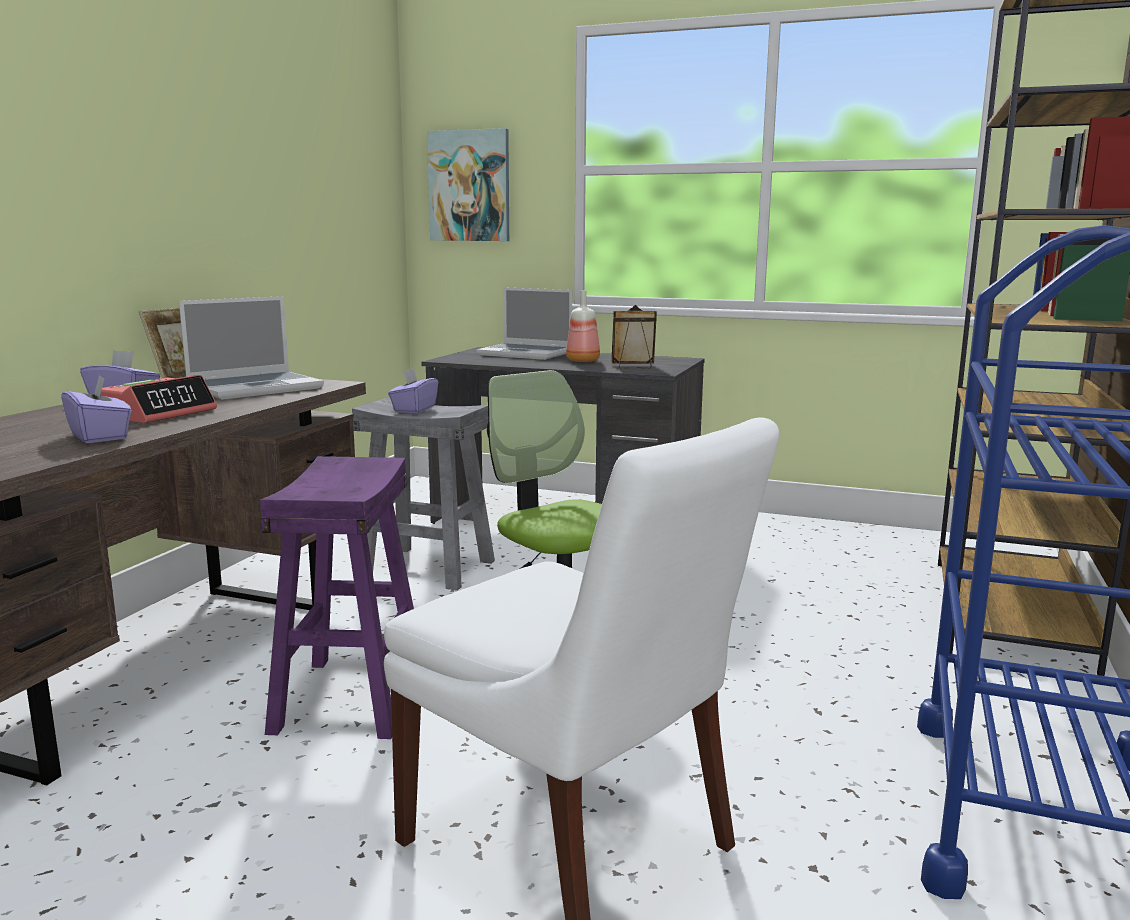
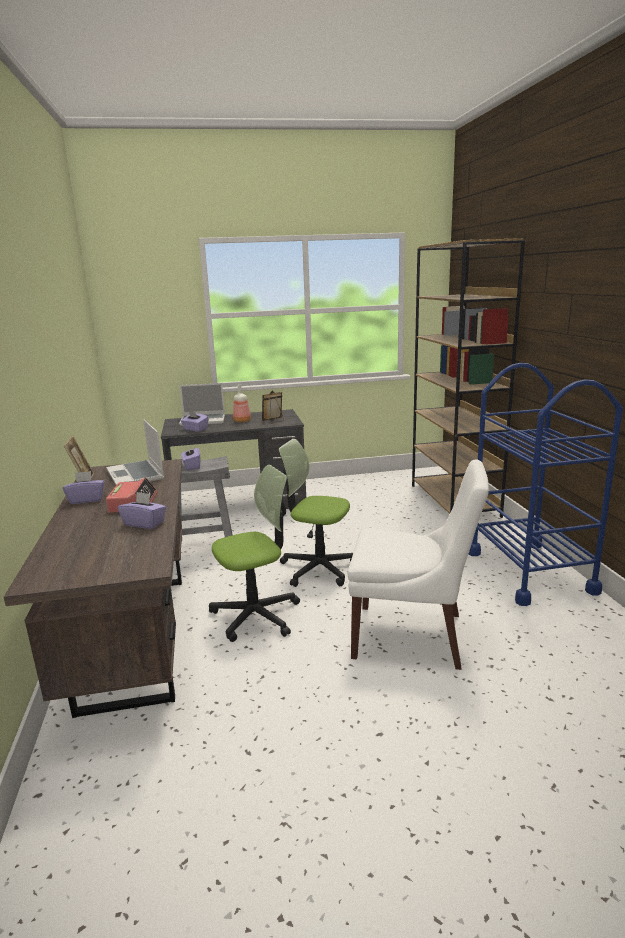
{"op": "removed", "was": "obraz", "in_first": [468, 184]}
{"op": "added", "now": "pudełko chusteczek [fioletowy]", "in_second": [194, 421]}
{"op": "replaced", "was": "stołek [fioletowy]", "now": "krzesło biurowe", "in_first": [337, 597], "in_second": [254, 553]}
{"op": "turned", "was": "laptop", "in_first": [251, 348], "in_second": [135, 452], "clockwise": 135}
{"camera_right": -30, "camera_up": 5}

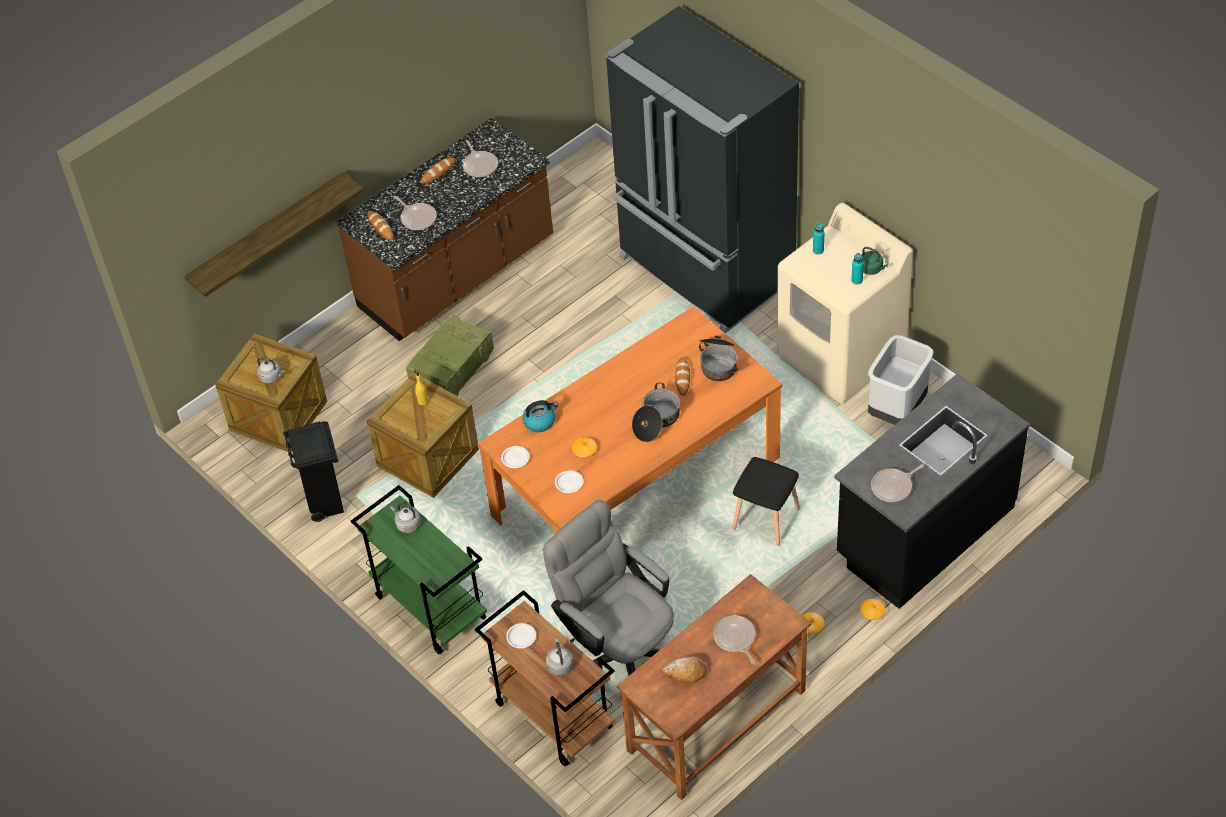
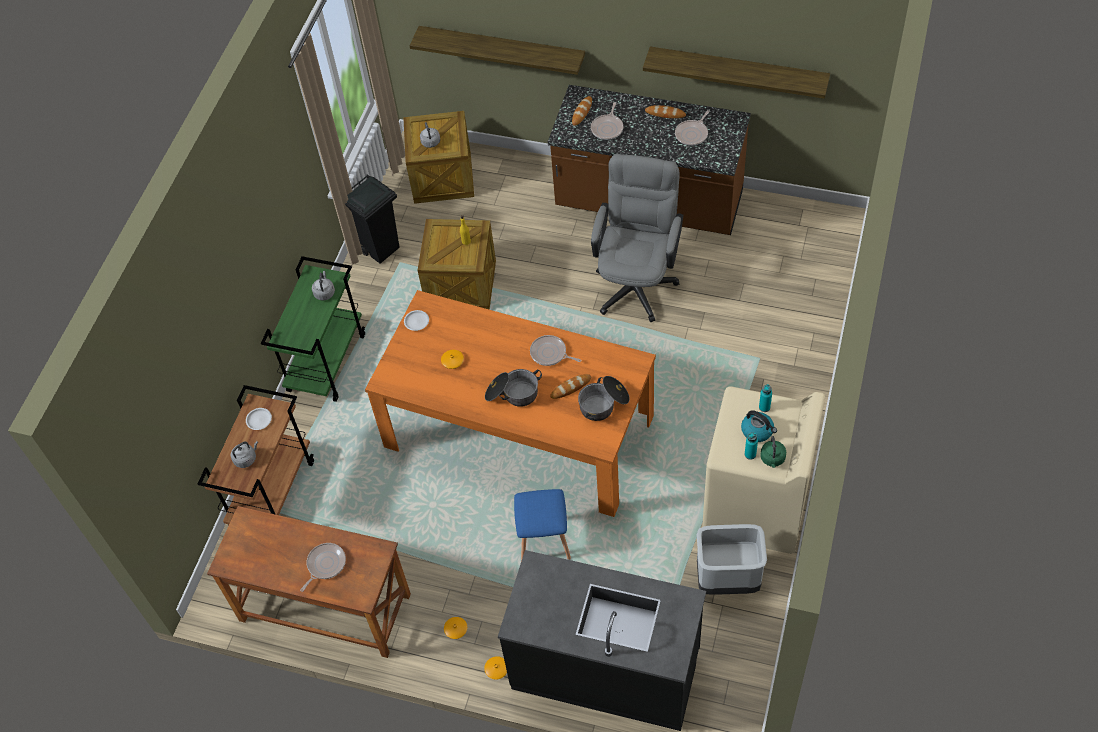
{"op": "removed", "was": "skrzynka", "in_first": [450, 355]}
{"op": "removed", "was": "talerz [biały]", "in_first": [569, 481]}
{"op": "removed", "was": "lodówka [czarny]", "in_first": [702, 169]}
{"op": "removed", "was": "chleb", "in_first": [684, 670]}
{"op": "added", "now": "półka", "in_second": [736, 73]}
{"op": "moved", "was": "czajnik", "in_first": [540, 416], "in_second": [759, 426]}
{"op": "moved", "was": "krzesło biurowe [szary]", "in_first": [608, 588], "in_second": [637, 238]}
{"op": "moved", "was": "patelnia", "in_first": [898, 483], "in_second": [555, 350]}
{"op": "recoloured", "was": "stołek [czarny]", "now": "stołek [niebieski]", "in_first": [766, 501], "in_second": [542, 525]}
{"camera_right": 60, "camera_up": 5}

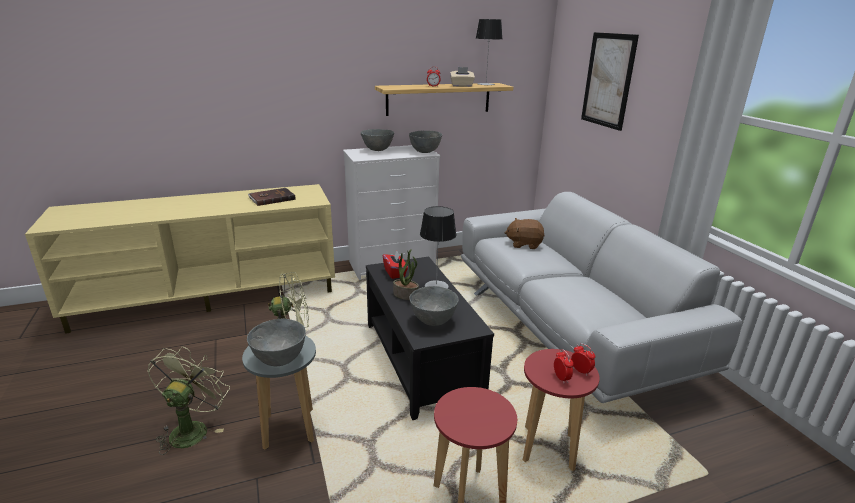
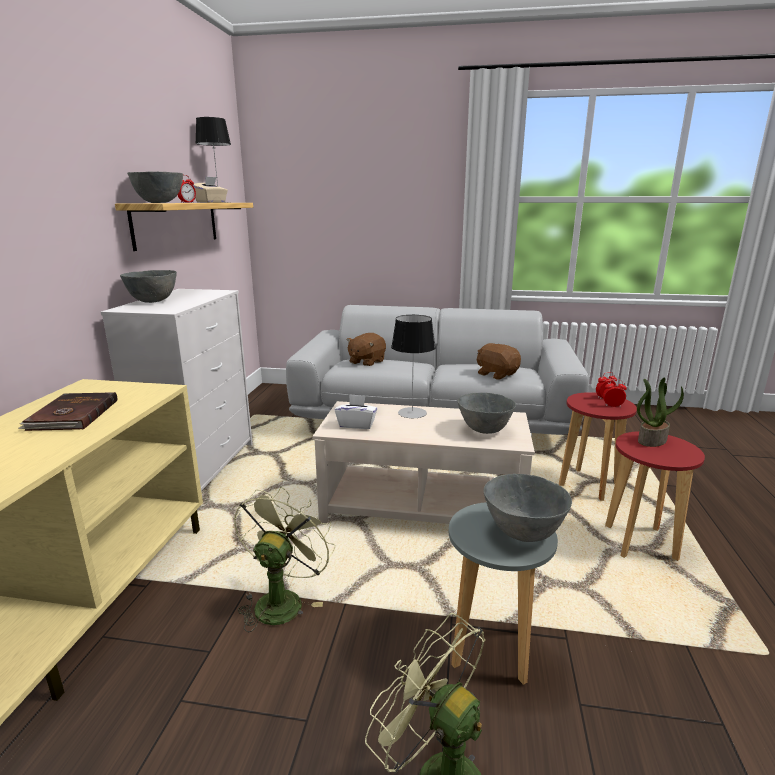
{"op": "removed", "was": "obraz", "in_first": [610, 81]}
{"op": "added", "now": "pluszak [brązowy]", "in_second": [499, 361]}
{"op": "moved", "was": "roślina doniczkowa", "in_first": [406, 274], "in_second": [660, 412]}
{"op": "moved", "was": "miska [szary]", "in_first": [425, 142], "in_second": [155, 187]}
{"op": "recoloured", "was": "ława [czarny]", "now": "ława [beżowy]", "in_first": [430, 338], "in_second": [423, 462]}
{"op": "recoloured", "was": "pudełko chusteczek [czerwony]", "now": "pudełko chusteczek [biały]", "in_first": [395, 264], "in_second": [356, 412]}
{"camera_right": -60, "camera_up": -5}

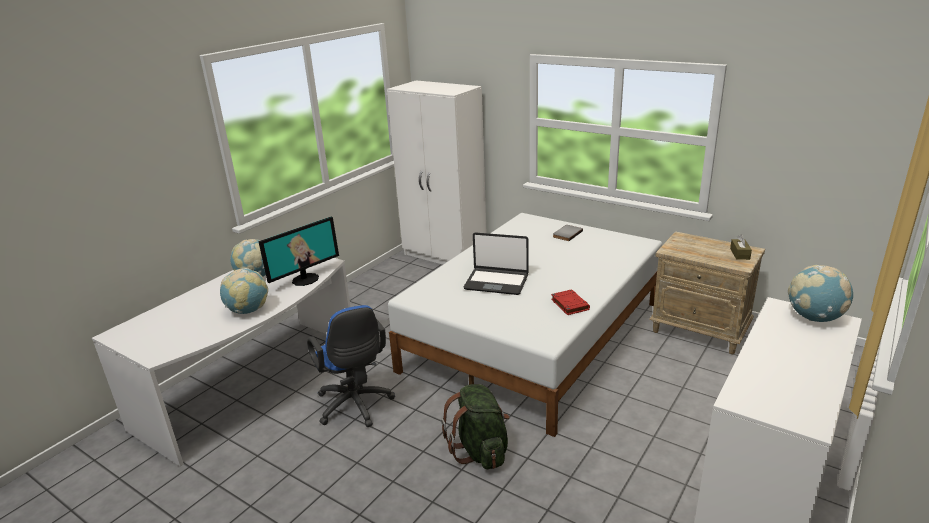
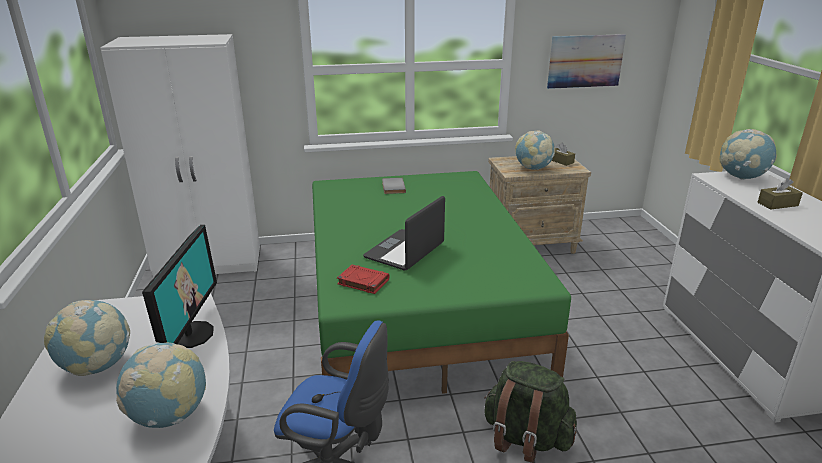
{"op": "added", "now": "globus", "in_second": [535, 150]}
{"op": "added", "now": "obraz", "in_second": [586, 61]}
{"op": "added", "now": "pudełko chusteczek [brązowy]", "in_second": [780, 193]}
{"op": "moved", "was": "książka [czerwony]", "in_first": [570, 302], "in_second": [363, 279]}
{"op": "recoloured", "was": "łóżko [biały]", "now": "łóżko [zielony]", "in_first": [525, 325], "in_second": [441, 282]}
{"op": "turned", "was": "laptop", "in_first": [496, 264], "in_second": [404, 233], "clockwise": 150}
{"camera_right": -45, "camera_up": 0}

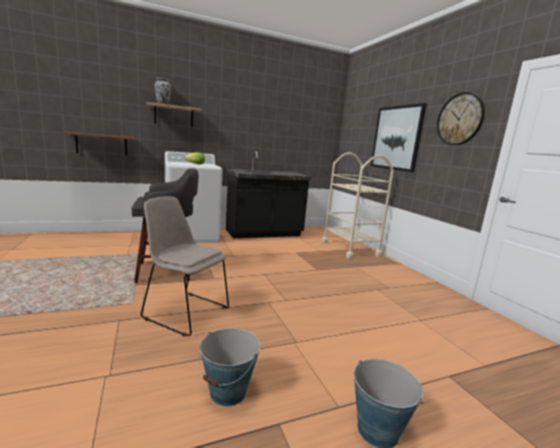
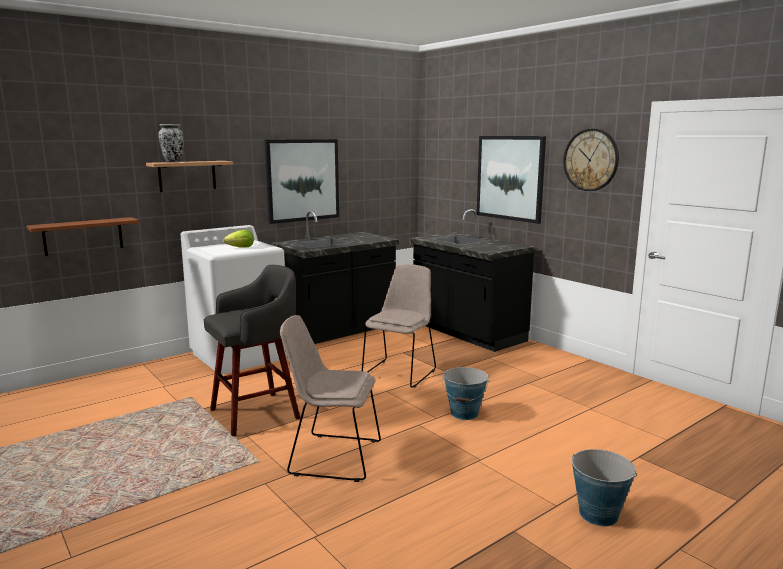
{"op": "added", "now": "obraz", "in_second": [302, 181]}
{"op": "added", "now": "krzesło [beżowy]", "in_second": [399, 326]}
{"op": "moved", "was": "wiadro", "in_first": [229, 367], "in_second": [465, 393]}
{"op": "replaced", "was": "wózek [beżowy]", "now": "zabudowa kuchenna [czarny]", "in_first": [358, 205], "in_second": [472, 280]}
{"camera_right": -15, "camera_up": 0}

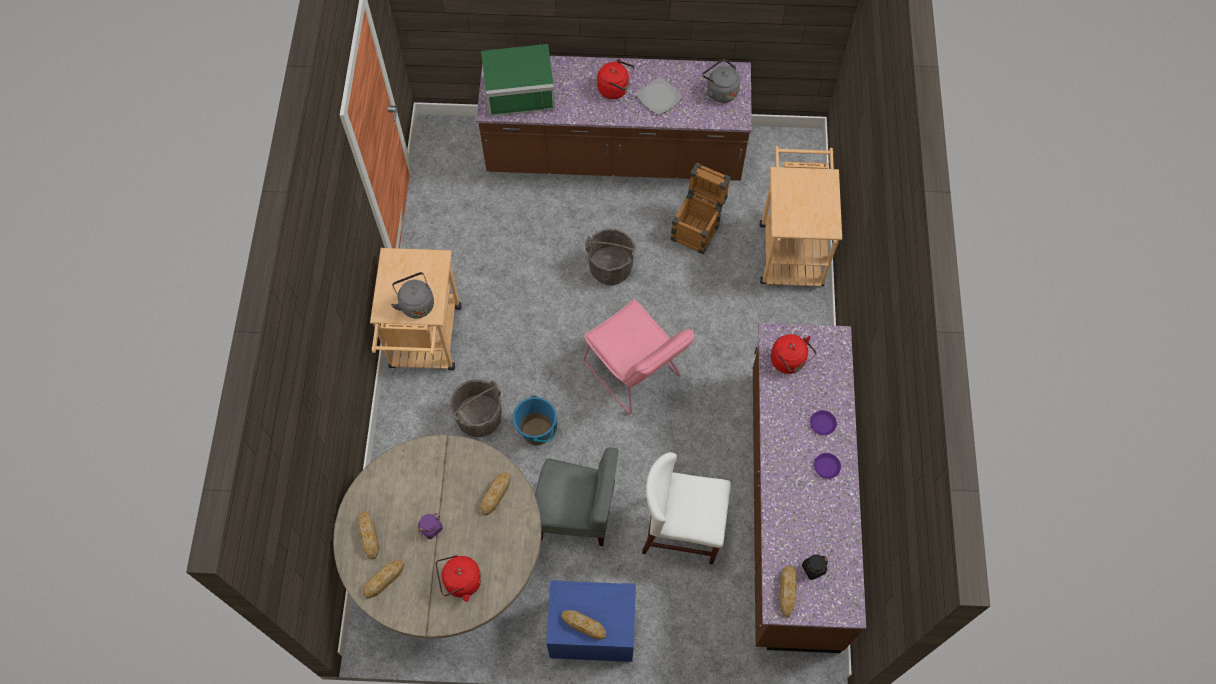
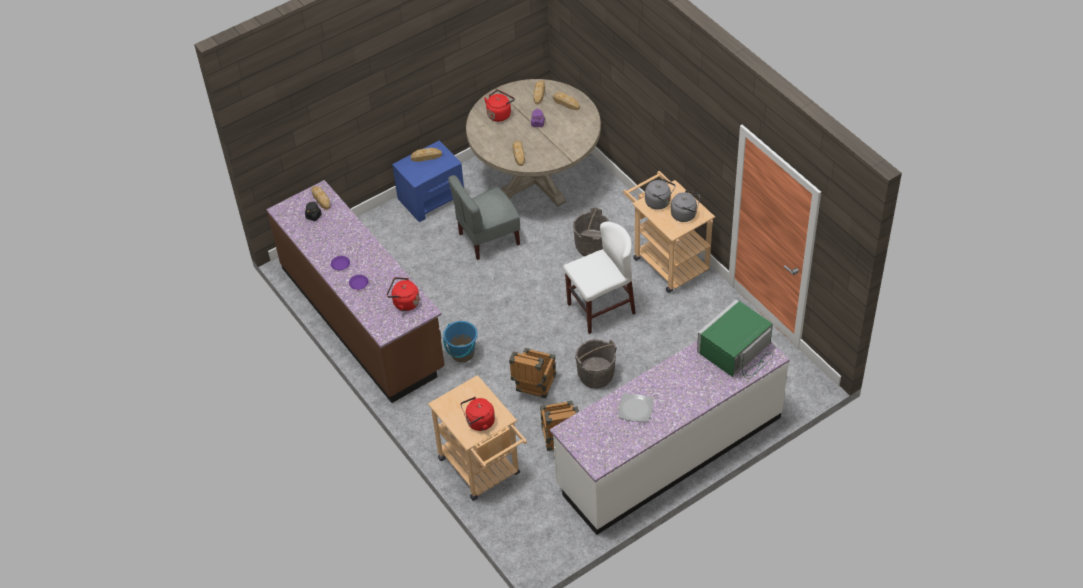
{"op": "removed", "was": "krzesło [różowy]", "in_first": [638, 357]}
{"op": "added", "now": "skrzynka", "in_second": [532, 373]}
{"op": "moved", "was": "wiadro [niebieski]", "in_first": [535, 420], "in_second": [460, 341]}
{"op": "moved", "was": "czajnik [czerwony]", "in_first": [615, 79], "in_second": [478, 414]}
{"op": "moved", "was": "krzesło [biały]", "in_first": [686, 508], "in_second": [599, 278]}
{"op": "moved", "was": "czajnik [szary]", "in_first": [721, 81], "in_second": [685, 206]}
{"op": "recoloured", "was": "zabudowa kuchenna [brązowy]", "now": "zabudowa kuchenna [biały]", "in_first": [614, 118], "in_second": [670, 438]}
{"camera_right": 145, "camera_up": -15}

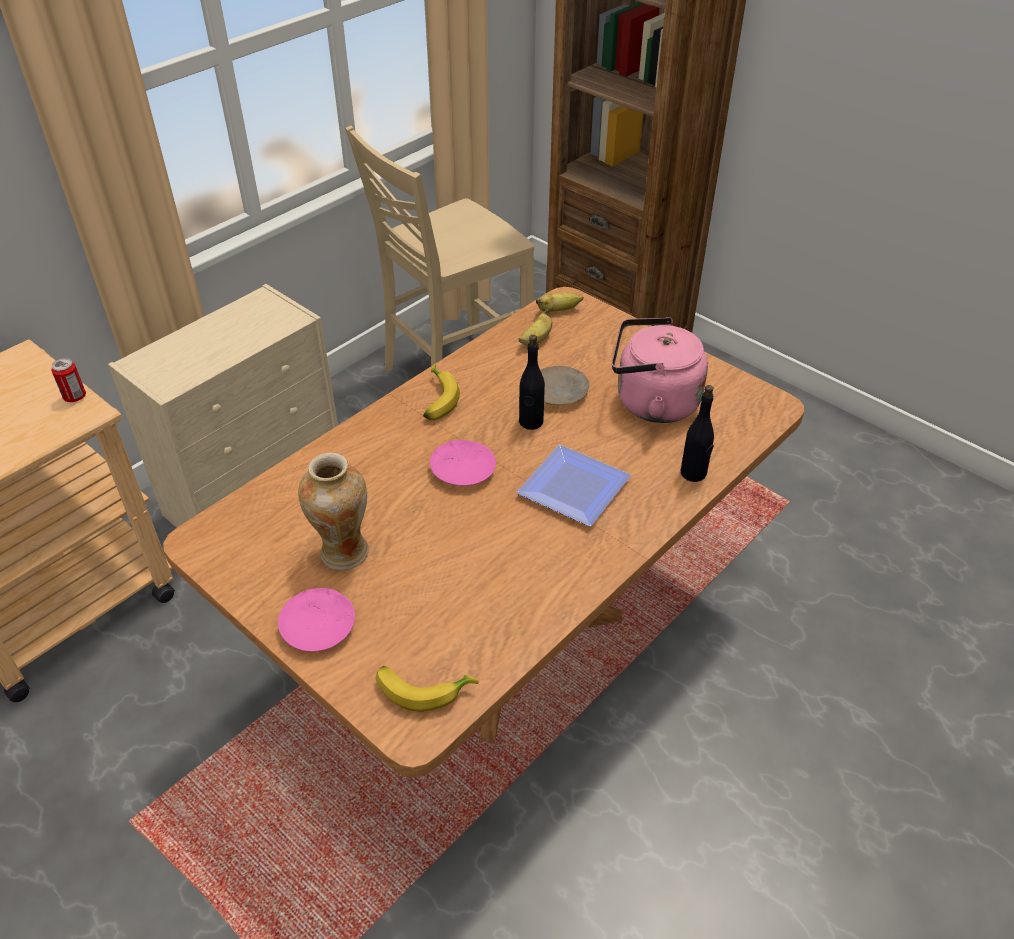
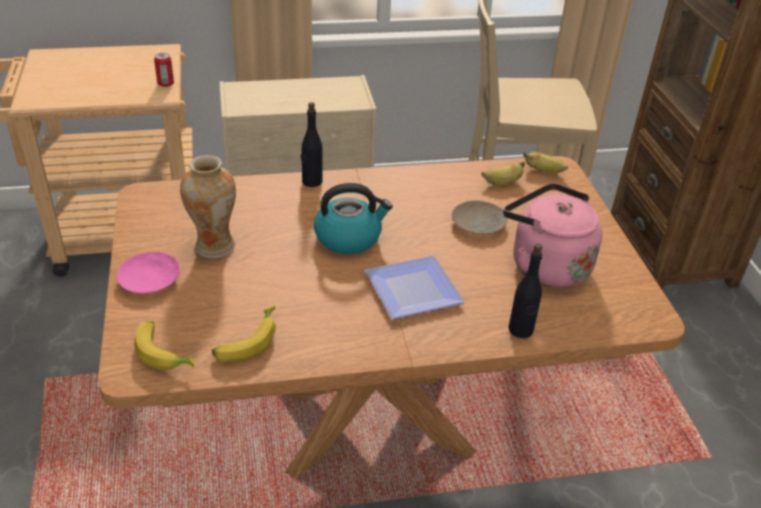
{"op": "moved", "was": "banan", "in_first": [441, 392], "in_second": [244, 334]}
{"op": "moved", "was": "butelka [czarny]", "in_first": [532, 382], "in_second": [311, 144]}
{"op": "replaced", "was": "talerz [różowy]", "now": "czajnik", "in_first": [463, 463], "in_second": [353, 218]}
{"camera_right": 35, "camera_up": -5}

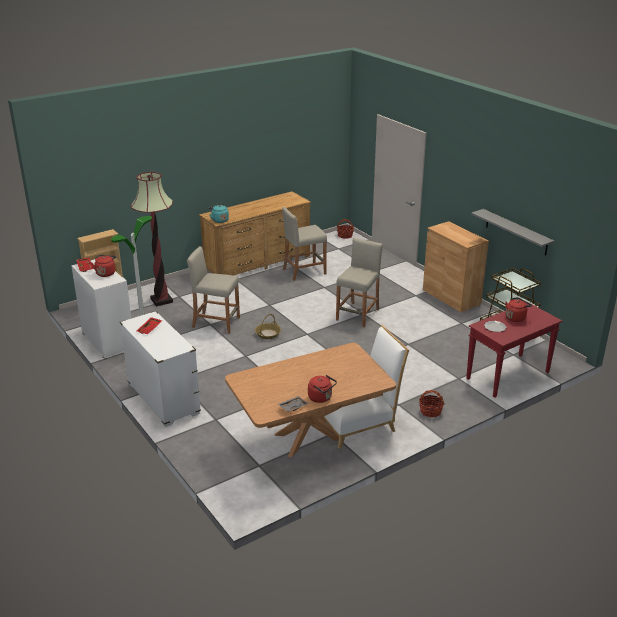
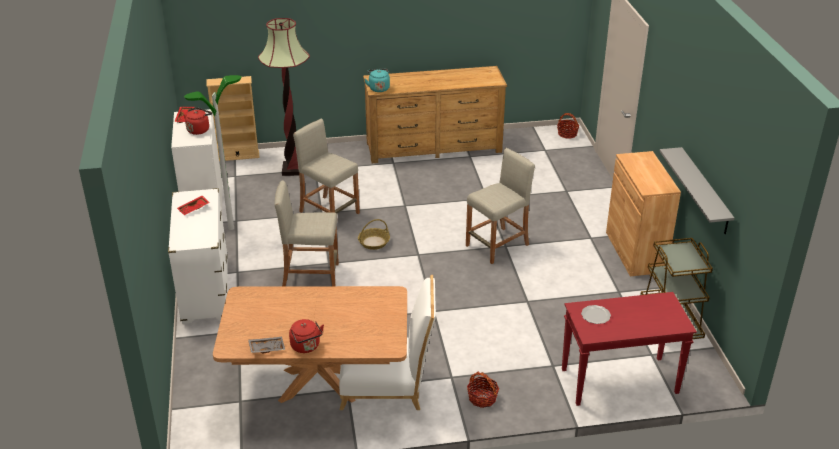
{"op": "removed", "was": "czajnik [czerwony]", "in_first": [518, 309]}
{"op": "moved", "was": "stołek [beżowy]", "in_first": [304, 244], "in_second": [307, 234]}
{"camera_right": 25, "camera_up": 5}

